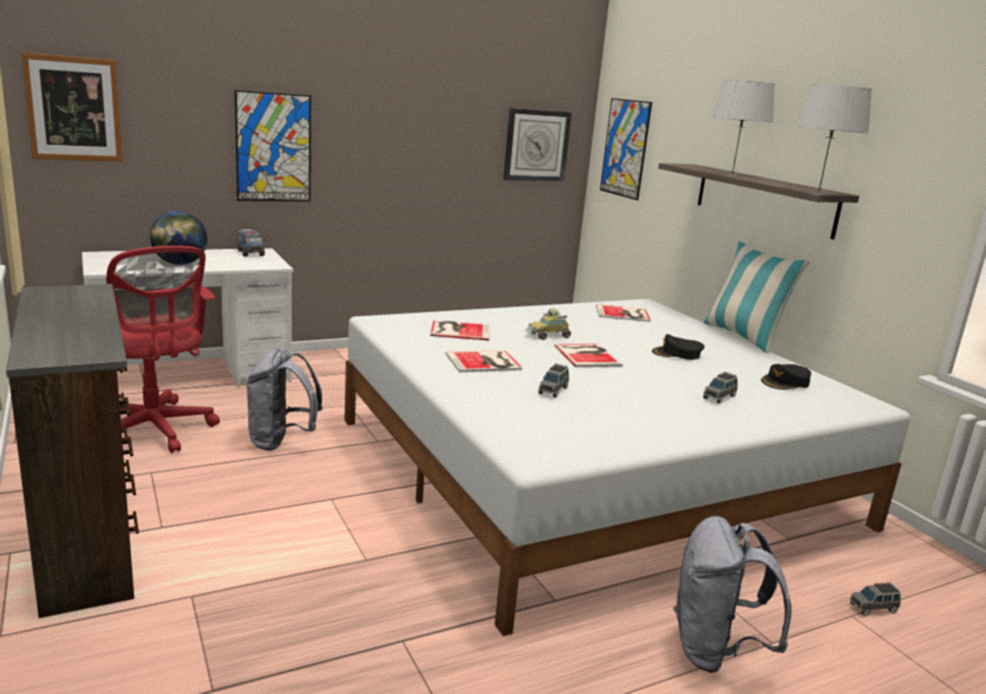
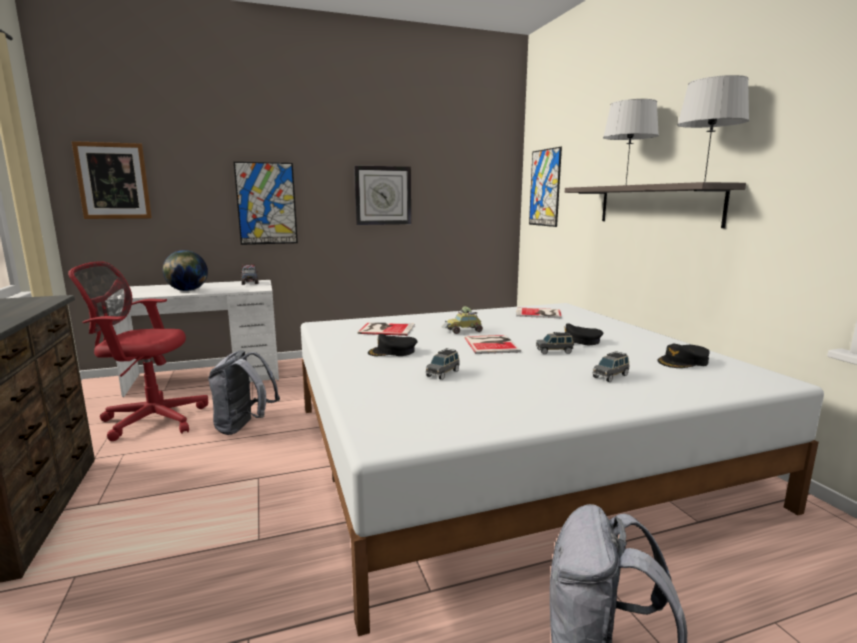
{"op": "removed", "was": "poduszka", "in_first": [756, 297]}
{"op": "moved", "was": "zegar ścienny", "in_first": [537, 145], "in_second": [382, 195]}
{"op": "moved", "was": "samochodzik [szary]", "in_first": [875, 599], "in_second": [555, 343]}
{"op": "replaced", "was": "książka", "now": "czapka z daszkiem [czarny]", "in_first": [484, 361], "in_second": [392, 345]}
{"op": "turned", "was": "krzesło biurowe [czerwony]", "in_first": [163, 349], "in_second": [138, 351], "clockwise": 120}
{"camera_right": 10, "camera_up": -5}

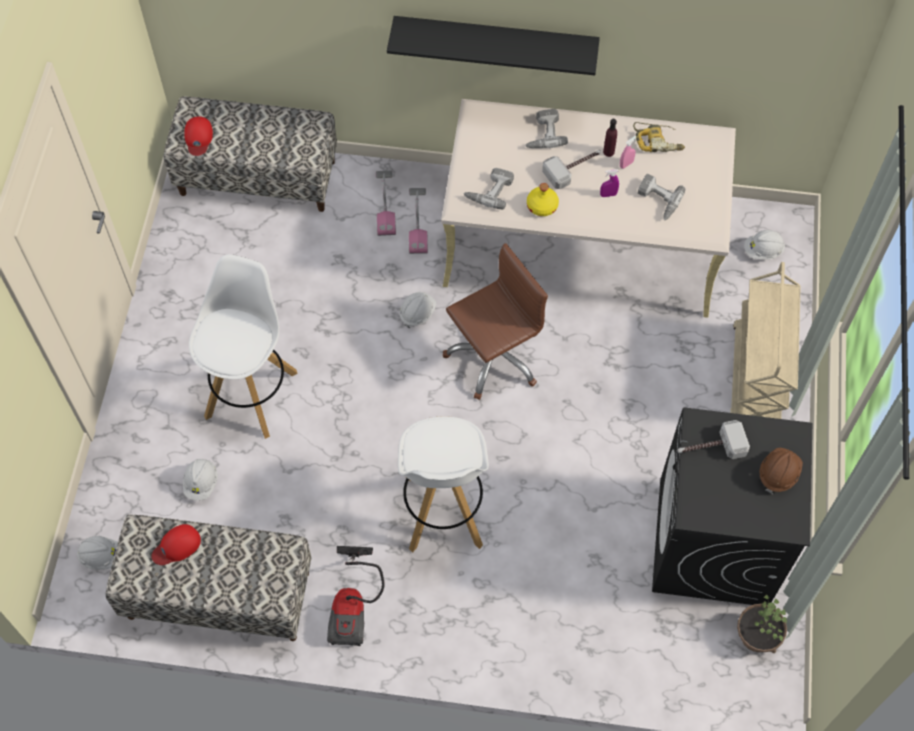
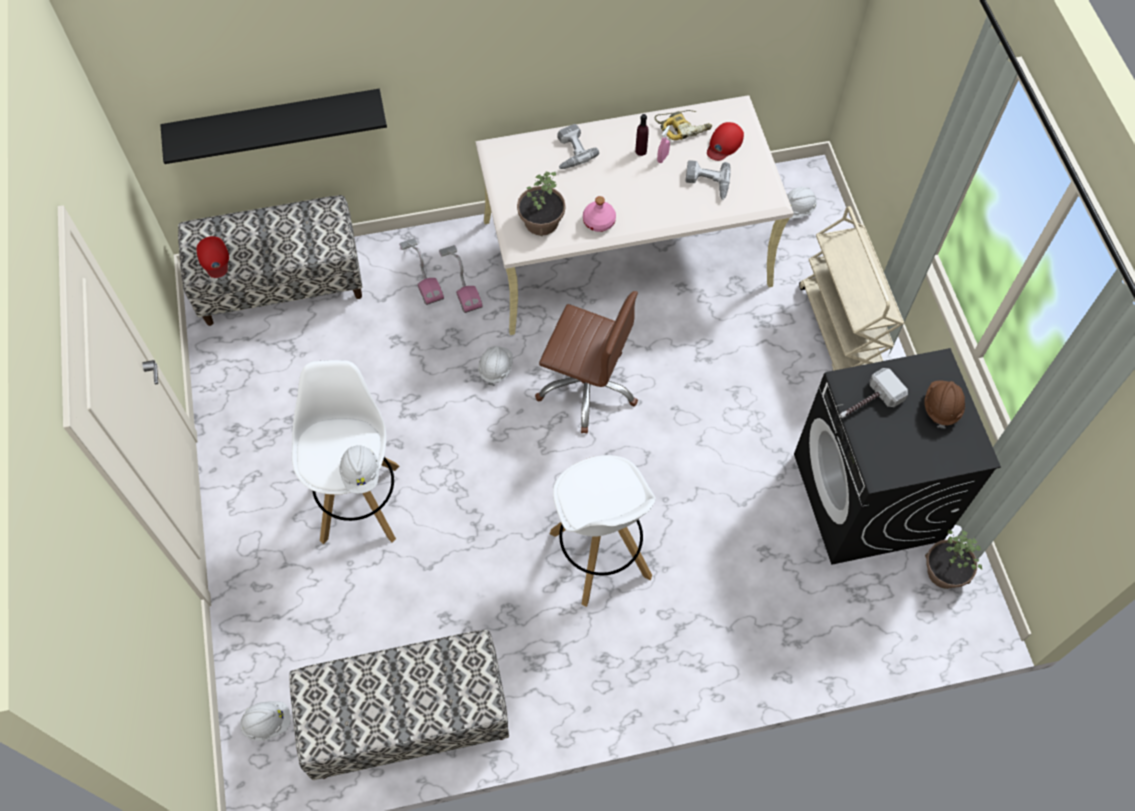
{"op": "removed", "was": "odkurzacz", "in_first": [356, 596]}
{"op": "removed", "was": "młotek", "in_first": [571, 169]}
{"op": "removed", "was": "spryskiwacz [fioletowy]", "in_first": [609, 183]}
{"op": "moved", "was": "czapka z daszkiem [czerwony]", "in_first": [176, 544], "in_second": [725, 141]}
{"op": "moved", "was": "kask [biały]", "in_first": [200, 480], "in_second": [359, 469]}
{"op": "moved", "was": "półka [czarny]", "in_first": [493, 45], "in_second": [273, 126]}
{"op": "replaced", "was": "wiertarka", "now": "roślina doniczkowa", "in_first": [488, 188], "in_second": [541, 203]}
{"op": "recoloured", "was": "butelka [żółty]", "now": "butelka [różowy]", "in_first": [543, 199], "in_second": [599, 214]}
{"op": "turned", "was": "krzesło biurowe [brązowy]", "in_first": [495, 321], "in_second": [586, 362], "clockwise": 75}
{"camera_right": -20, "camera_up": 0}

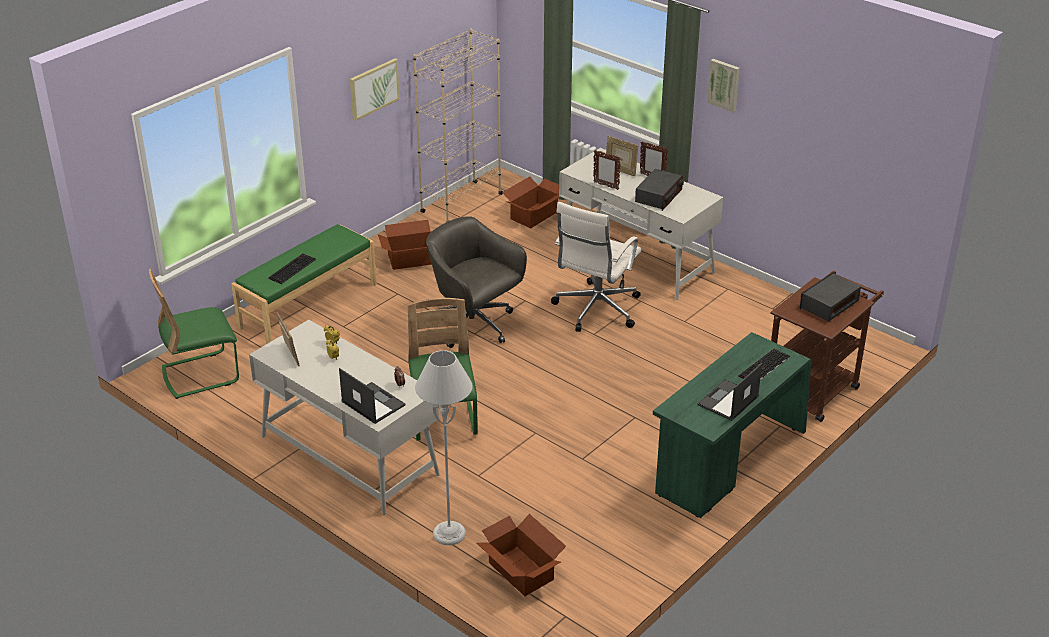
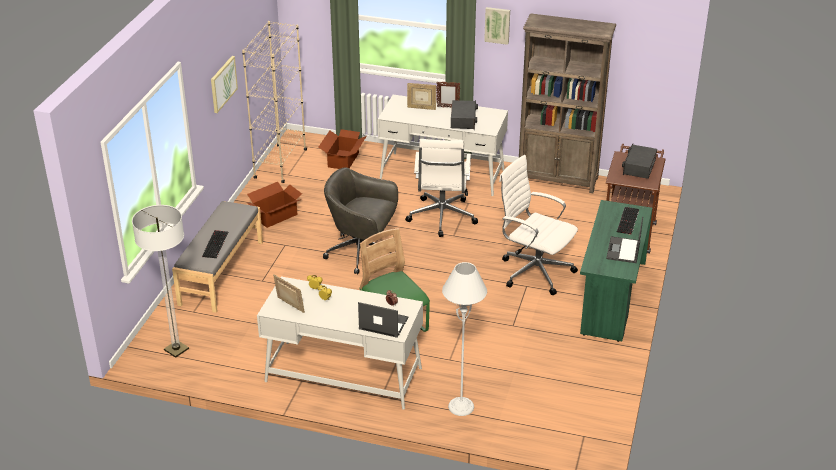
{"op": "removed", "was": "karton", "in_first": [521, 555]}
{"op": "removed", "was": "ramka na zdjęcie", "in_first": [607, 170]}
{"op": "added", "now": "krzesło biurowe [biały]", "in_second": [538, 225]}
{"op": "added", "now": "regał [brązowy]", "in_second": [567, 103]}
{"op": "replaced", "was": "krzesło [zielony]", "now": "lampa stojąca", "in_first": [194, 334], "in_second": [160, 281]}
{"op": "recoloured", "was": "ławka [zielony]", "now": "ławka [szary]", "in_first": [304, 284], "in_second": [217, 257]}
{"camera_right": -25, "camera_up": 0}

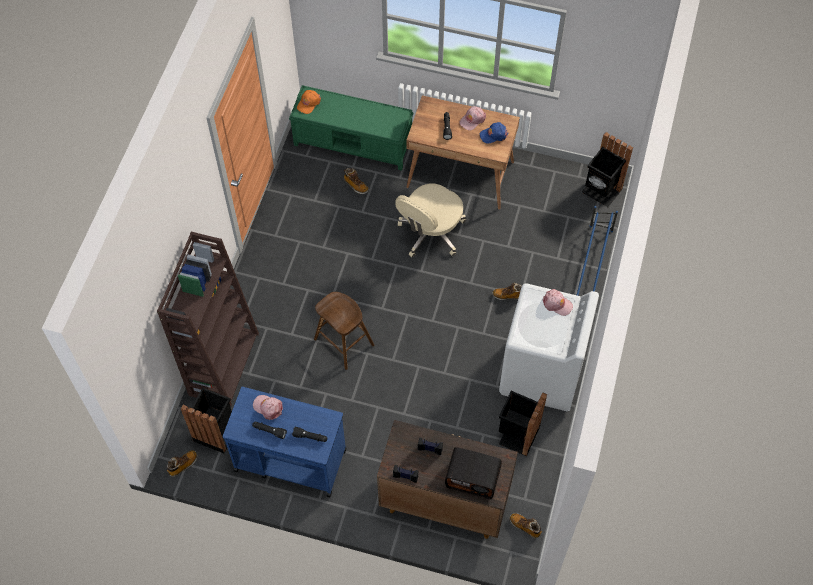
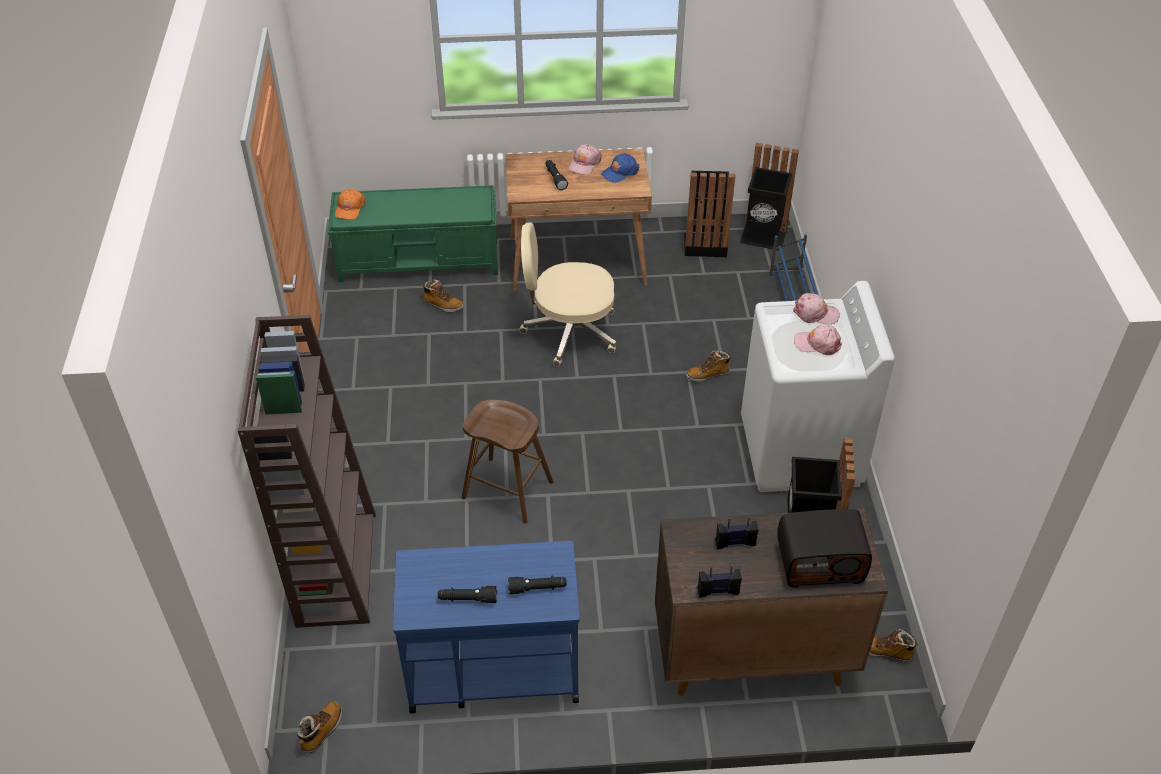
{"op": "moved", "was": "kosz na śmieci [czarny]", "in_first": [206, 420], "in_second": [709, 214]}
{"op": "moved", "was": "czapka z daszkiem [różowy]", "in_first": [268, 407], "in_second": [818, 339]}
{"op": "turned", "was": "krzesło biurowe [beżowy]", "in_first": [430, 220], "in_second": [567, 294], "clockwise": 75}
{"camera_right": -20, "camera_up": -15}

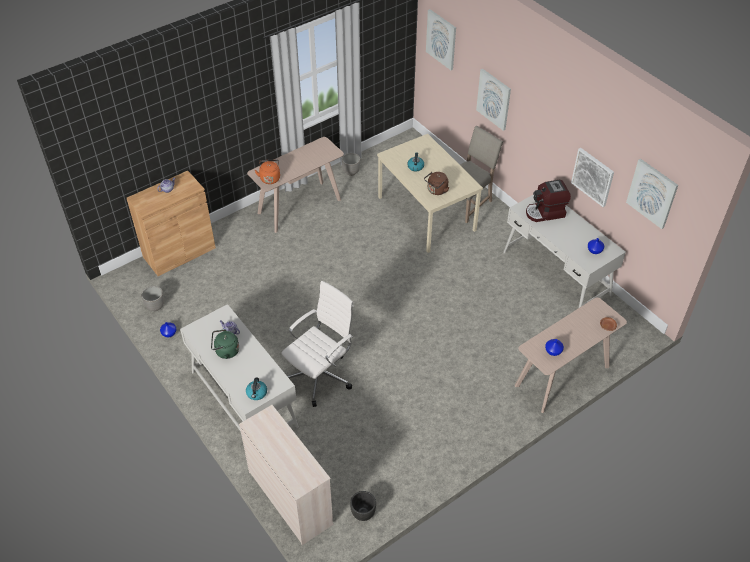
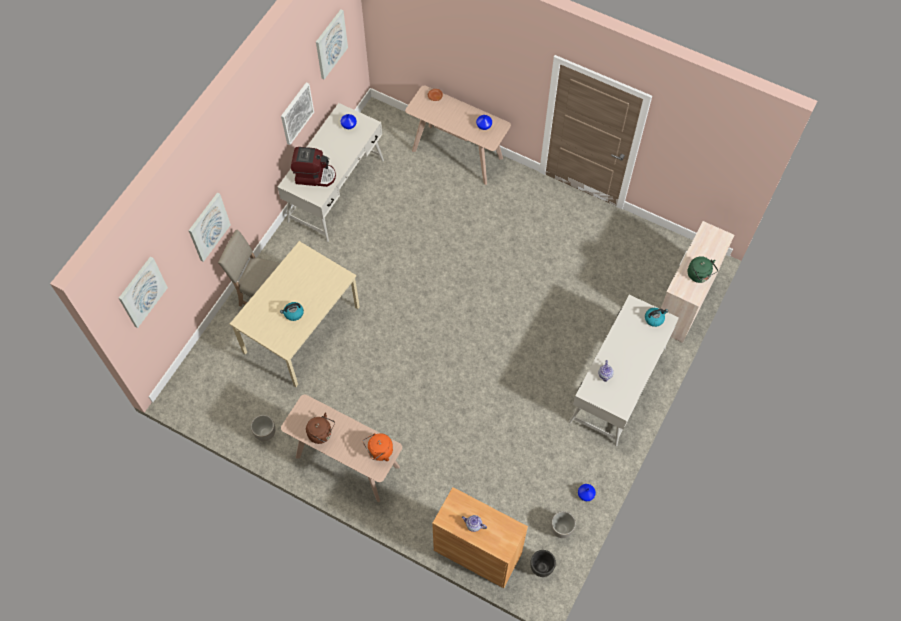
{"op": "removed", "was": "krzesło biurowe [biały]", "in_first": [317, 344]}
{"op": "moved", "was": "czajnik [zielony]", "in_first": [225, 344], "in_second": [703, 269]}
{"op": "moved", "was": "donica [czarny]", "in_first": [363, 506], "in_second": [543, 563]}
{"op": "moved", "was": "czajnik [brązowy]", "in_first": [436, 183], "in_second": [320, 428]}
{"op": "turned", "was": "ekspres do kawy", "in_first": [548, 201], "in_second": [313, 167], "clockwise": -45}
{"camera_right": -115, "camera_up": 15}

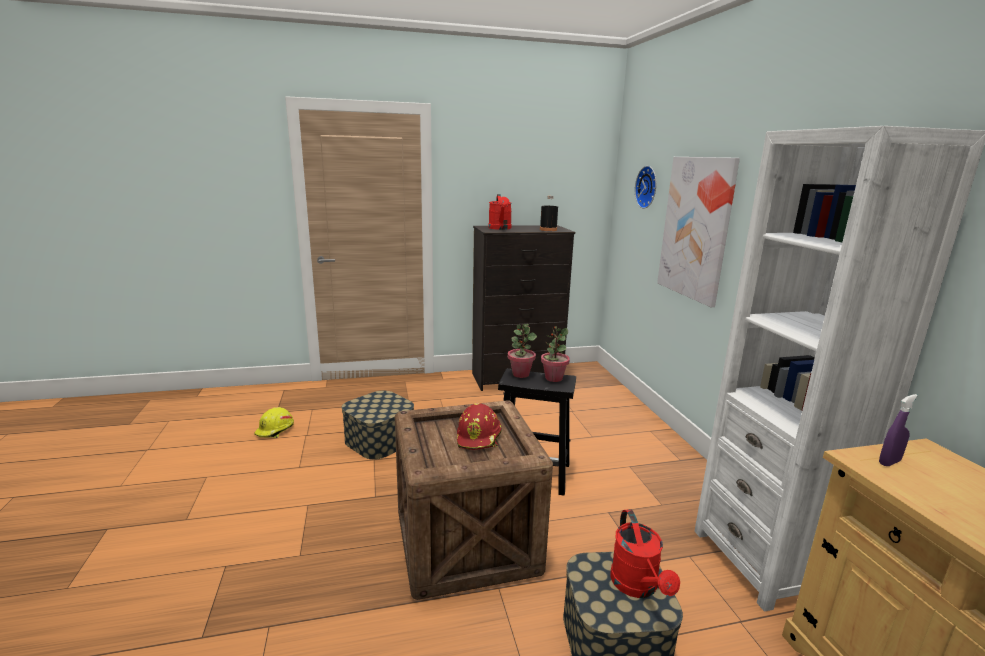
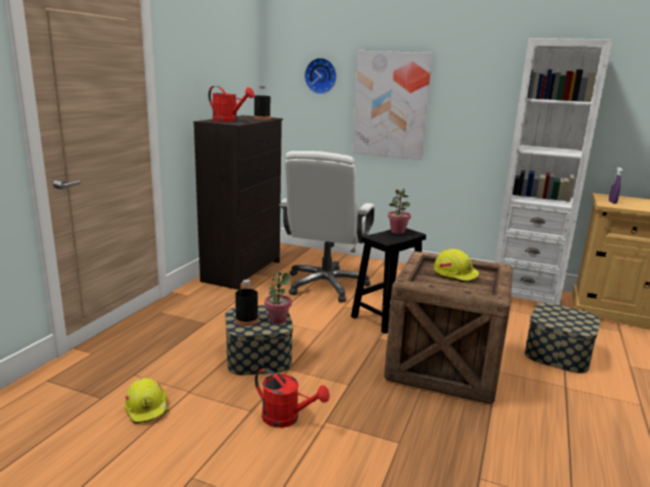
{"op": "added", "now": "butelka [czarny]", "in_second": [246, 303]}
{"op": "added", "now": "krzesło biurowe [biały]", "in_second": [327, 226]}
{"op": "moved", "was": "roślina doniczkowa", "in_first": [522, 351], "in_second": [278, 297]}
{"op": "moved", "was": "konewka [czerwony]", "in_first": [645, 553], "in_second": [292, 398]}
{"op": "recoloured", "was": "kask [czerwony]", "now": "kask [żółty]", "in_first": [479, 426], "in_second": [456, 266]}
{"camera_right": -55, "camera_up": 0}

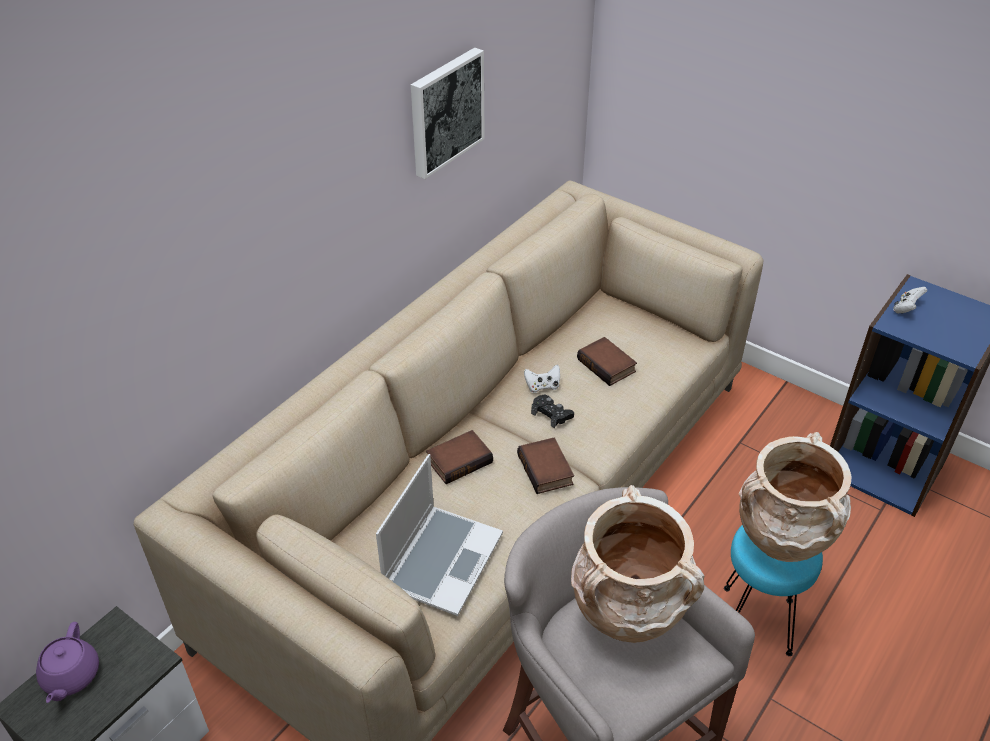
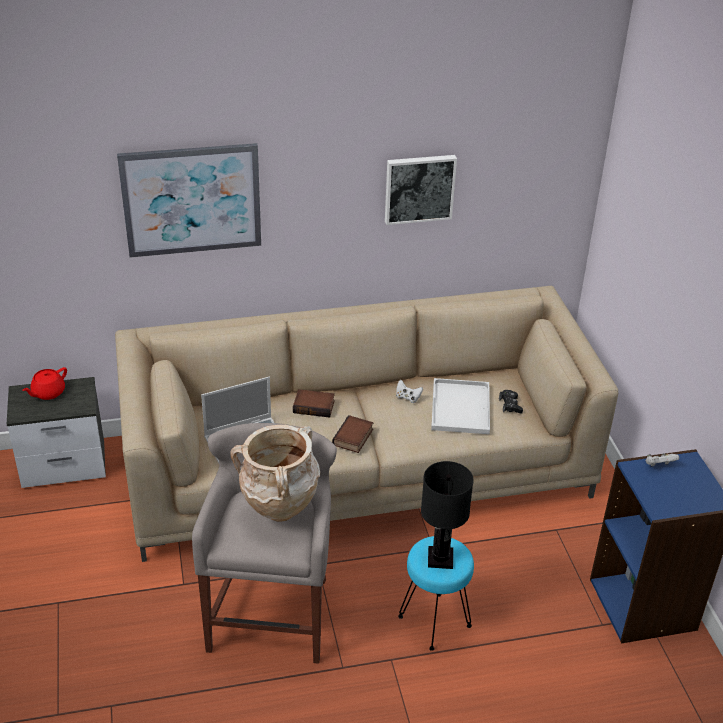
{"op": "added", "now": "obraz", "in_second": [189, 200]}
{"op": "moved", "was": "pad do gier [czarny]", "in_first": [552, 411], "in_second": [511, 402]}
{"op": "replaced", "was": "książka", "now": "taca [biały]", "in_first": [607, 361], "in_second": [460, 406]}
{"op": "replaced", "was": "wazon [beżowy]", "now": "lampa stołowa [czarny]", "in_first": [795, 497], "in_second": [447, 515]}
{"op": "recoloured", "was": "imbryk [fioletowy]", "now": "imbryk [czerwony]", "in_first": [67, 662], "in_second": [44, 383]}
{"camera_right": 40, "camera_up": -5}

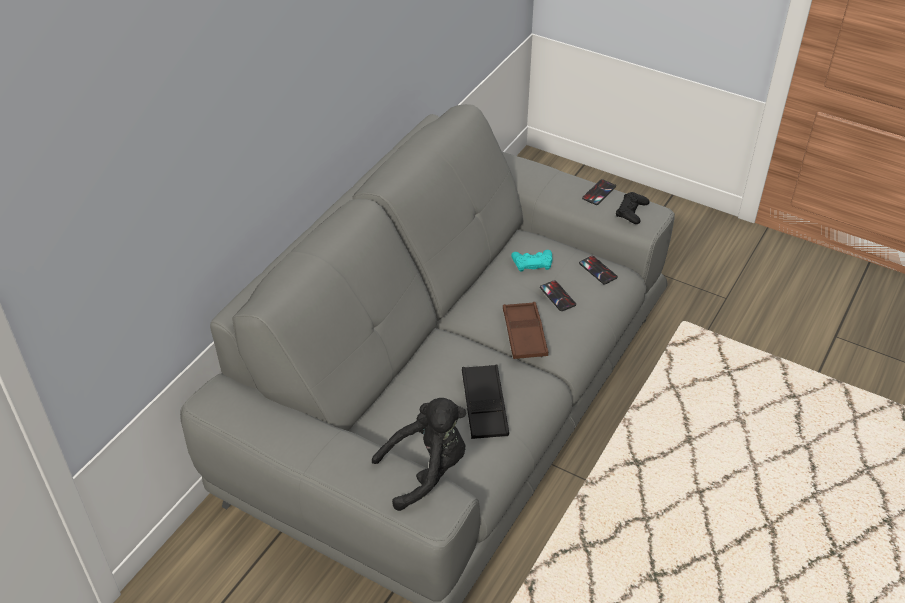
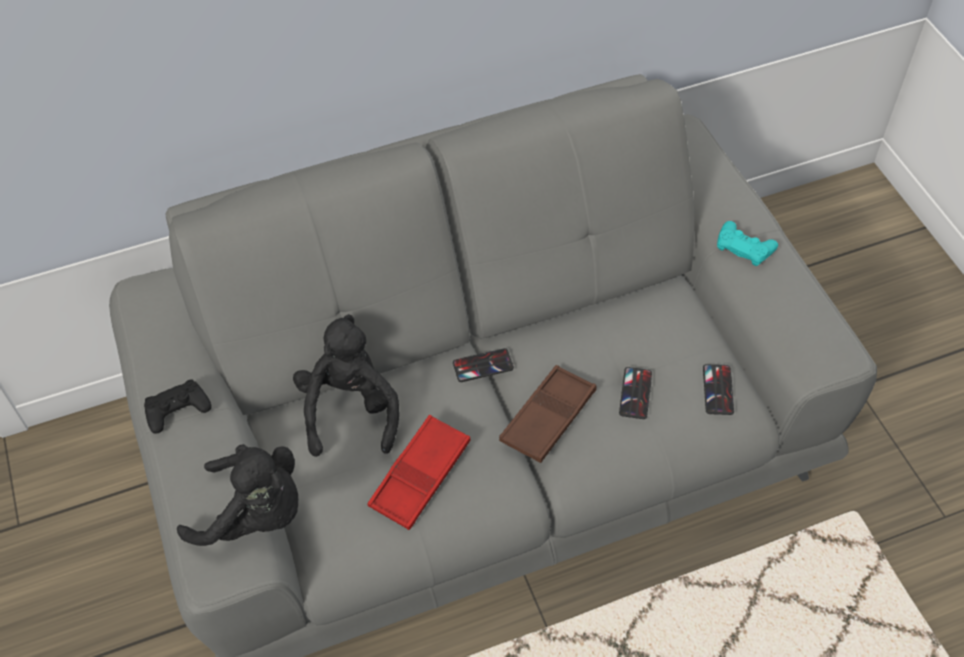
{"op": "added", "now": "pluszak [czarny]", "in_second": [346, 385]}
{"op": "moved", "was": "pad do gier [turkusowy]", "in_first": [531, 260], "in_second": [747, 243]}
{"op": "moved", "was": "telefon", "in_first": [599, 192], "in_second": [483, 365]}
{"op": "moved", "was": "pad do gier [czarny]", "in_first": [633, 208], "in_second": [178, 406]}
{"op": "recoloured", "was": "taca [czarny]", "now": "taca [czerwony]", "in_first": [485, 401], "in_second": [418, 472]}
{"camera_right": 40, "camera_up": 10}

